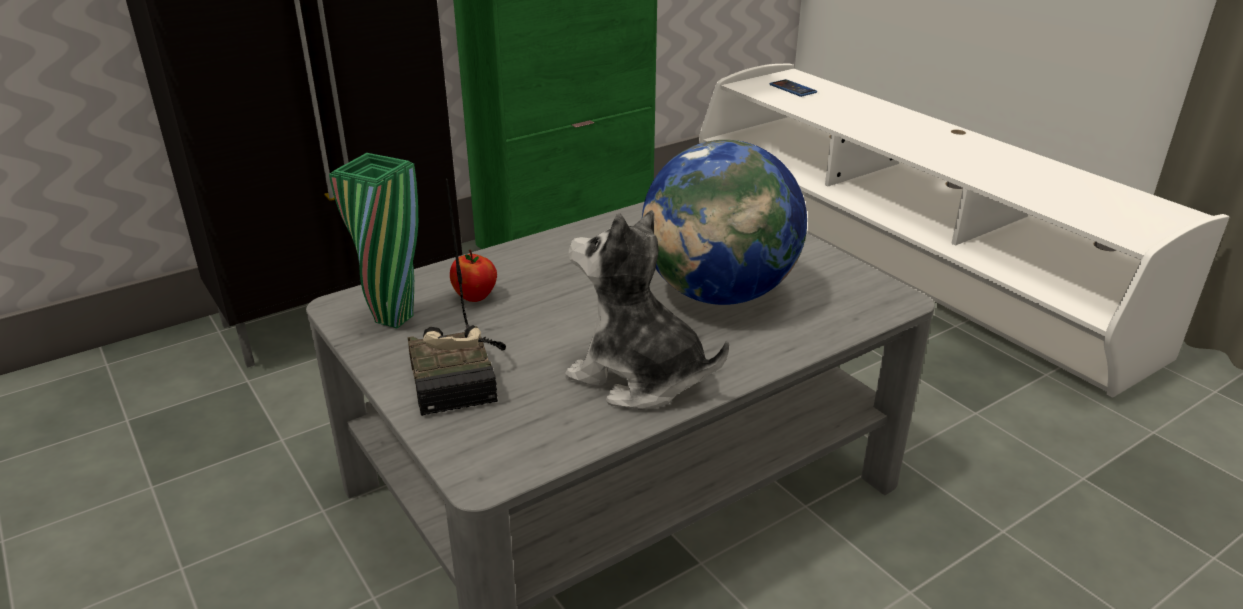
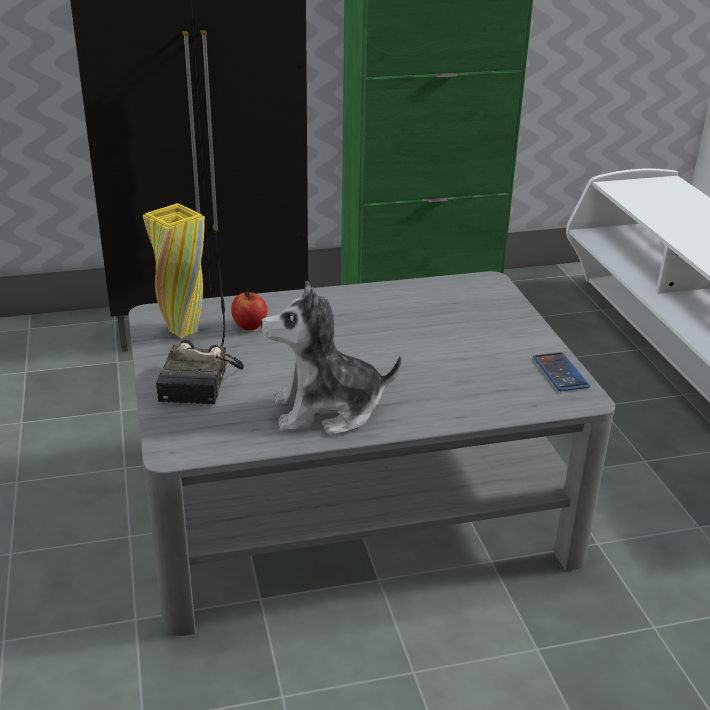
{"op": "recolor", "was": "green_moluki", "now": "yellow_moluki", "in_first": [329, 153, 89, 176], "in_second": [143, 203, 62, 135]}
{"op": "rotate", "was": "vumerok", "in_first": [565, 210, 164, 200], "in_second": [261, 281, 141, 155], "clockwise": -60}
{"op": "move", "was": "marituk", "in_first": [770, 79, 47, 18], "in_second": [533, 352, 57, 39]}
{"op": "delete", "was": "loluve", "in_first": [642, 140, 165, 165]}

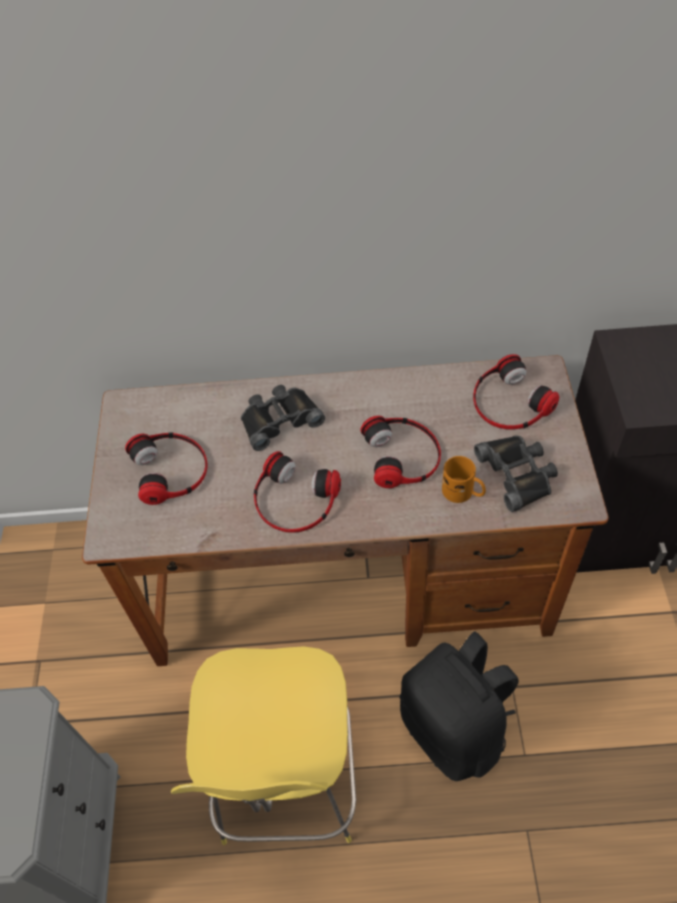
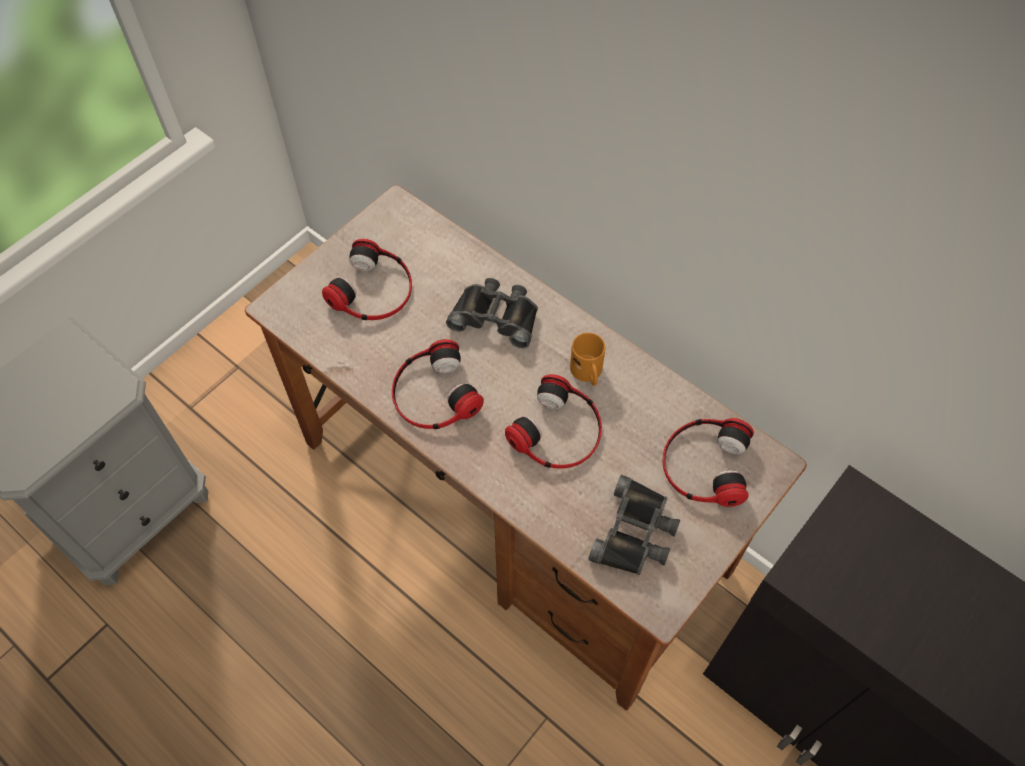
{"op": "move", "was": "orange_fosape", "in_first": [442, 456, 44, 47], "in_second": [570, 333, 36, 53]}
{"op": "delete", "was": "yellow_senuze", "in_first": [171, 646, 185, 199]}
{"op": "delete", "was": "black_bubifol", "in_first": [400, 632, 119, 149]}

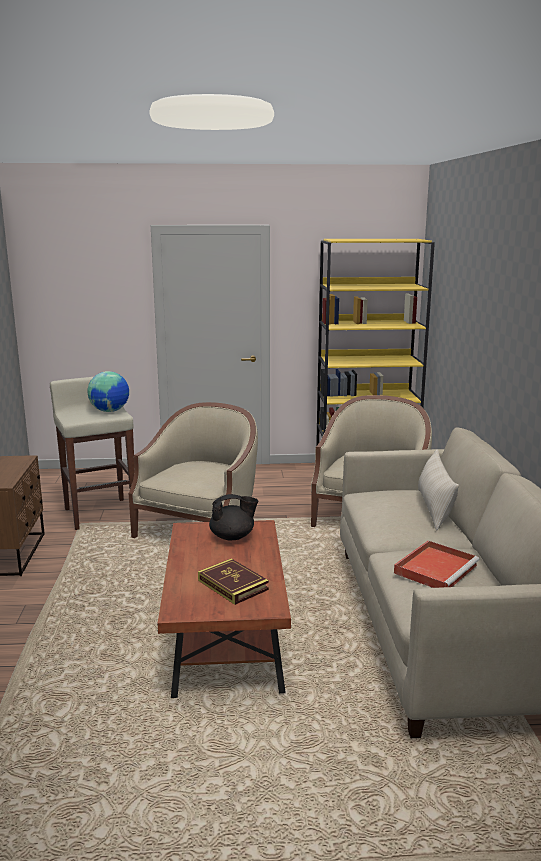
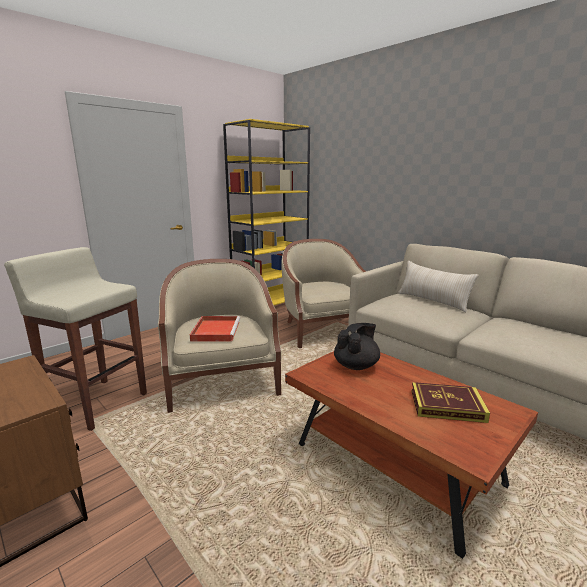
{"op": "move", "was": "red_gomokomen", "in_first": [394, 541, 85, 47], "in_second": [190, 316, 50, 26]}
{"op": "delete", "was": "loluve", "in_first": [88, 371, 41, 41]}

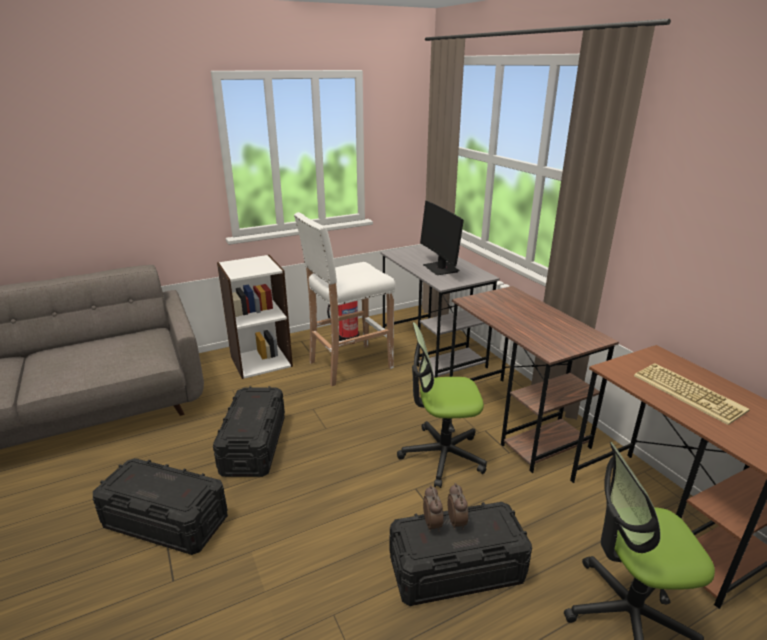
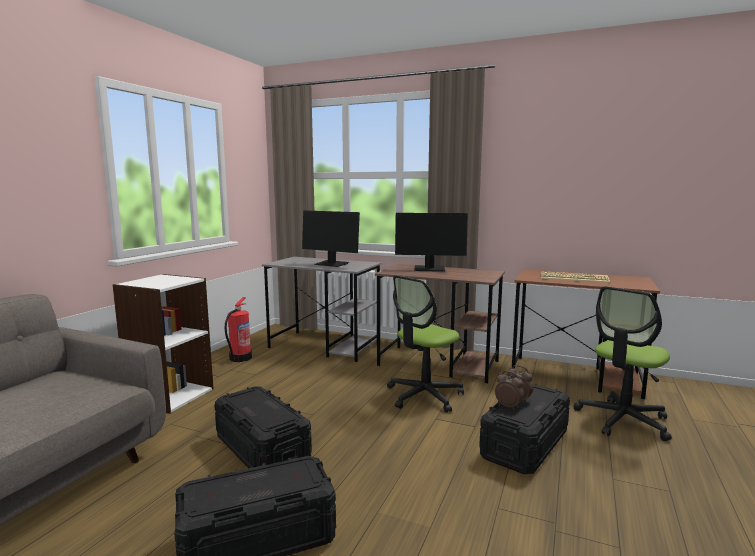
{"op": "insert", "now": "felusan", "in_second": [395, 213, 73, 59]}
{"op": "delete", "was": "white_senuze", "in_first": [294, 212, 102, 174]}

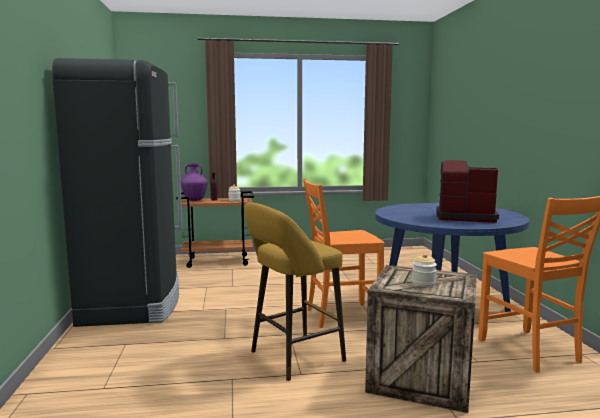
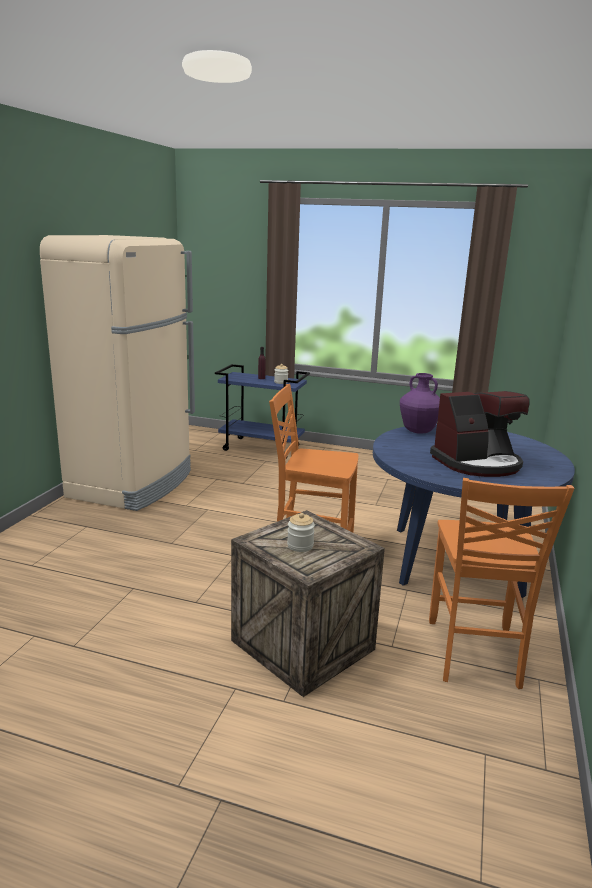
{"op": "recolor", "was": "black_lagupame", "now": "beige_lagupame", "in_first": [52, 58, 130, 269], "in_second": [40, 235, 155, 276]}
{"op": "recolor", "was": "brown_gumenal", "now": "blue_gumenal", "in_first": [176, 191, 78, 77], "in_second": [215, 364, 95, 94]}
{"op": "move", "was": "purple_moluki", "in_first": [181, 163, 27, 38], "in_second": [400, 373, 40, 61]}
{"op": "rotate", "was": "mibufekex", "in_first": [436, 160, 63, 63], "in_second": [430, 391, 100, 86], "clockwise": 120}
{"op": "delete", "was": "yellow_senuze", "in_first": [244, 202, 102, 179]}

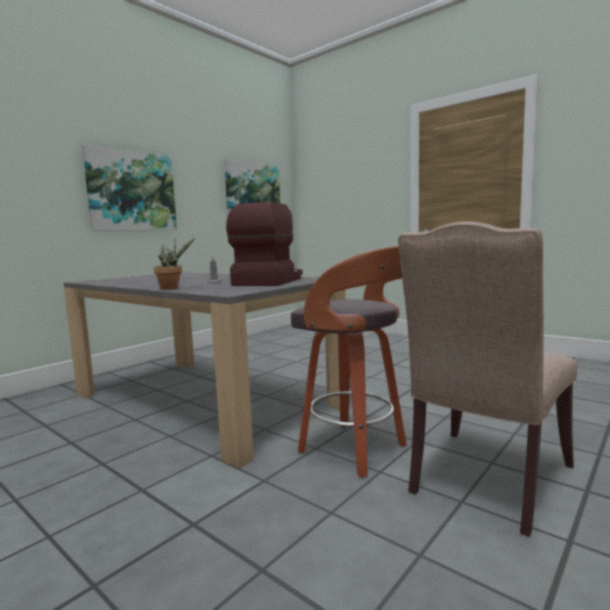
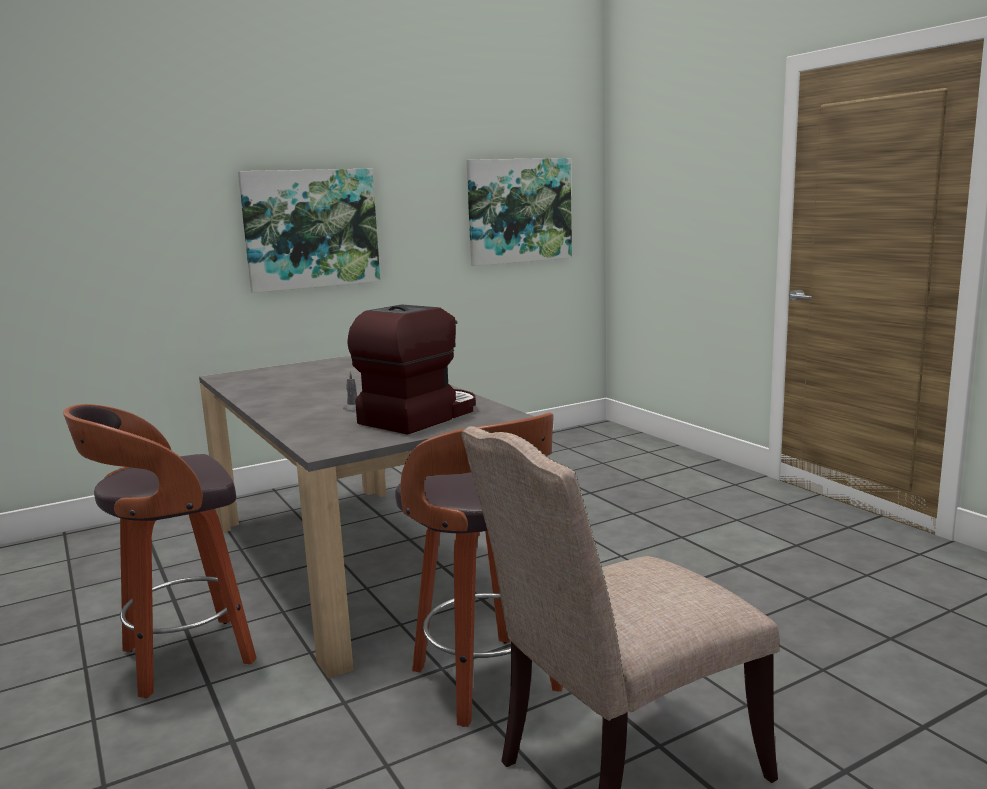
{"op": "insert", "now": "senuze", "in_second": [63, 404, 194, 294]}
{"op": "delete", "was": "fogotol", "in_first": [154, 238, 41, 52]}

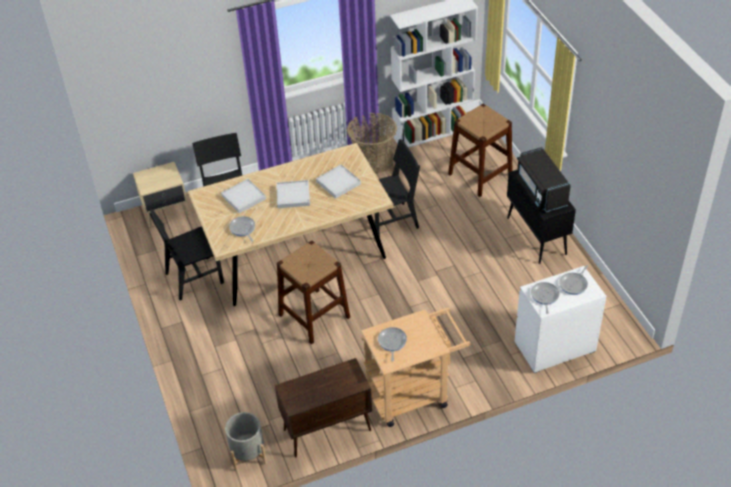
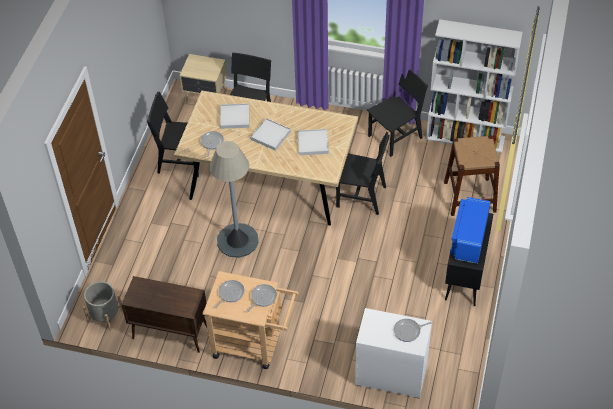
{"op": "replace", "was": "brown_senuze", "now": "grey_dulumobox", "in_first": [277, 240, 73, 105], "in_second": [209, 141, 50, 117]}
{"op": "move", "was": "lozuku", "in_first": [531, 282, 28, 32], "in_second": [247, 284, 30, 28]}
{"op": "replace", "was": "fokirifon", "now": "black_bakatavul", "in_first": [347, 113, 50, 61], "in_second": [367, 70, 61, 87]}
{"op": "recolor", "was": "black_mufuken", "now": "blue_mufuken", "in_first": [515, 147, 56, 65], "in_second": [450, 197, 41, 67]}

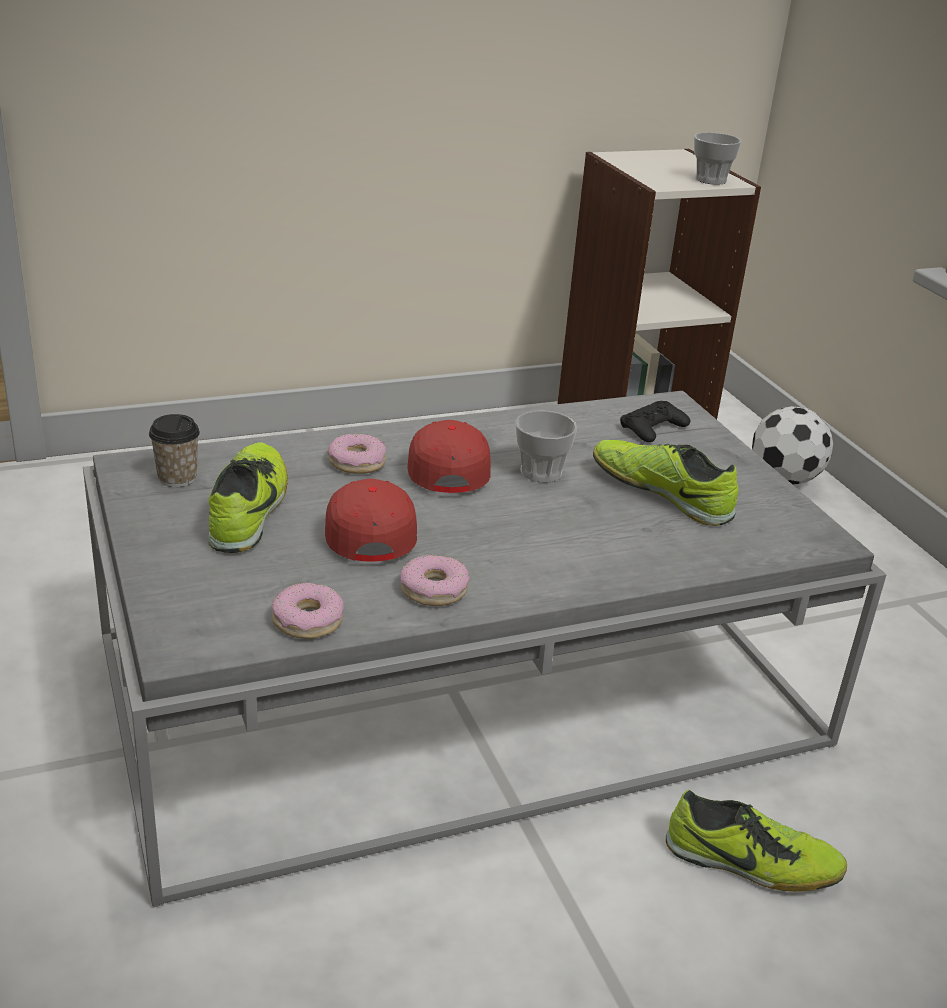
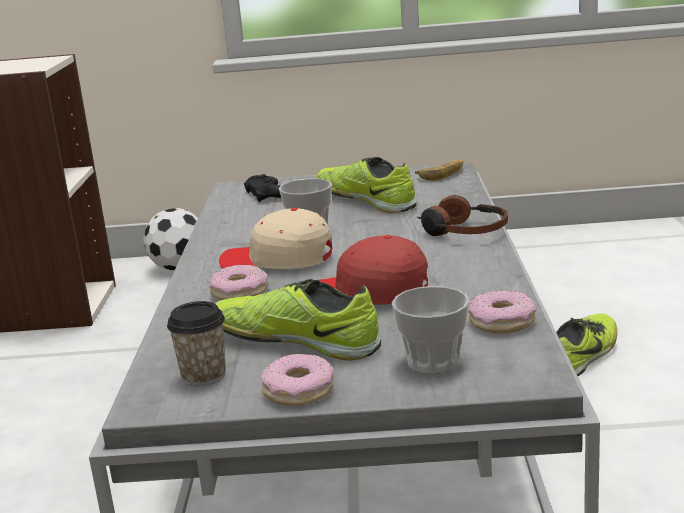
{"op": "recolor", "was": "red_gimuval", "now": "beige_gimuval", "in_first": [408, 420, 83, 73], "in_second": [219, 208, 114, 61]}
{"op": "move", "was": "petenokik", "in_first": [400, 555, 70, 51], "in_second": [261, 354, 73, 52]}
{"op": "rotate", "was": "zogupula", "in_first": [593, 440, 145, 86], "in_second": [316, 157, 101, 56], "clockwise": 75}
{"op": "move", "was": "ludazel", "in_first": [694, 132, 48, 53], "in_second": [392, 286, 77, 88]}
{"op": "insert", "now": "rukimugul", "in_second": [415, 159, 48, 21]}
{"op": "insert", "now": "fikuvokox", "in_second": [417, 195, 91, 41]}

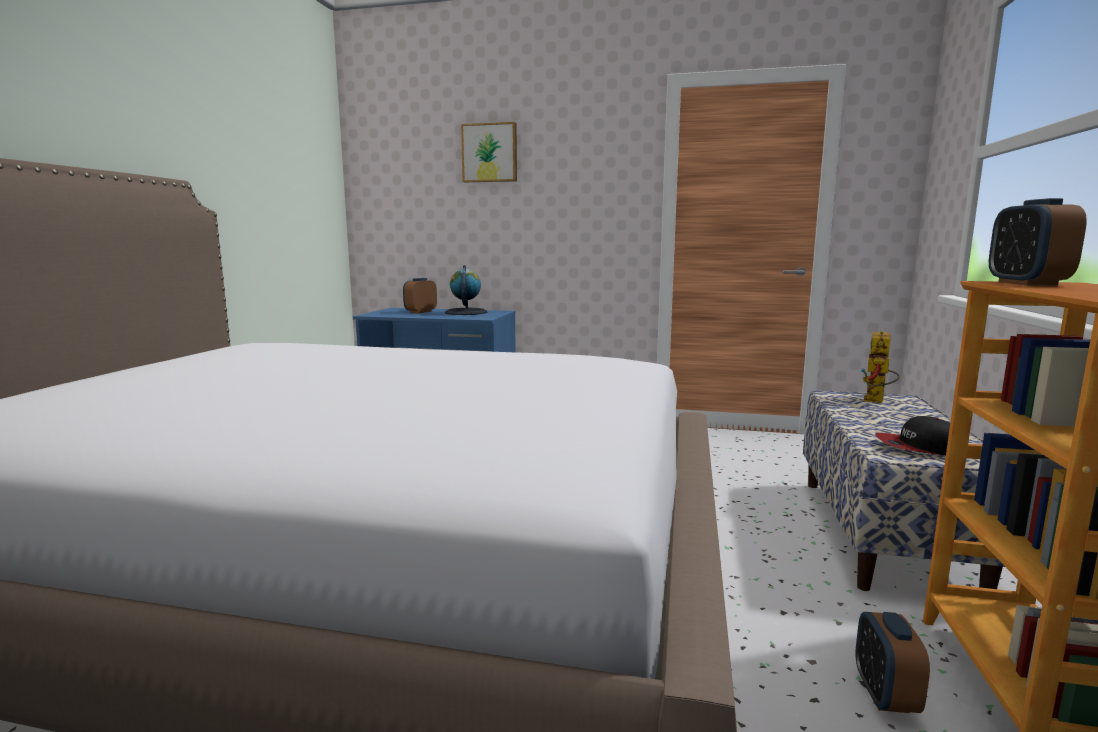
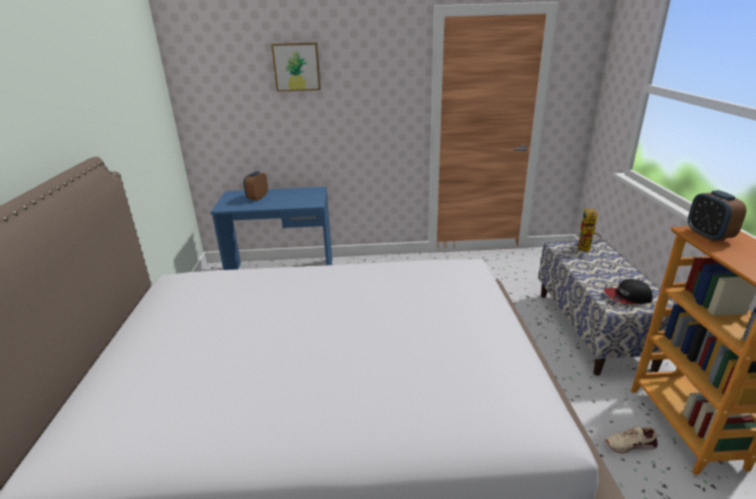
{"op": "replace", "was": "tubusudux", "now": "beige_zogupula", "in_first": [856, 612, 74, 101], "in_second": [605, 426, 53, 28]}
{"op": "delete", "was": "loluve", "in_first": [445, 265, 43, 50]}

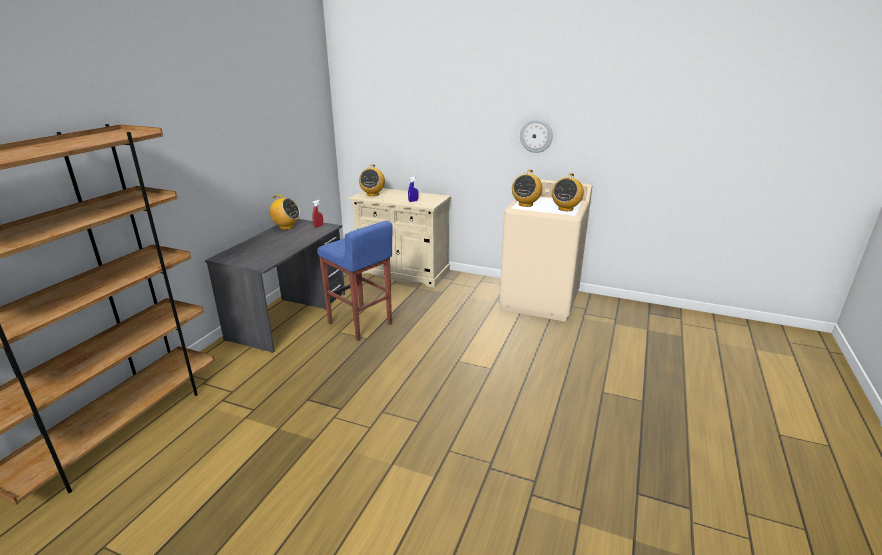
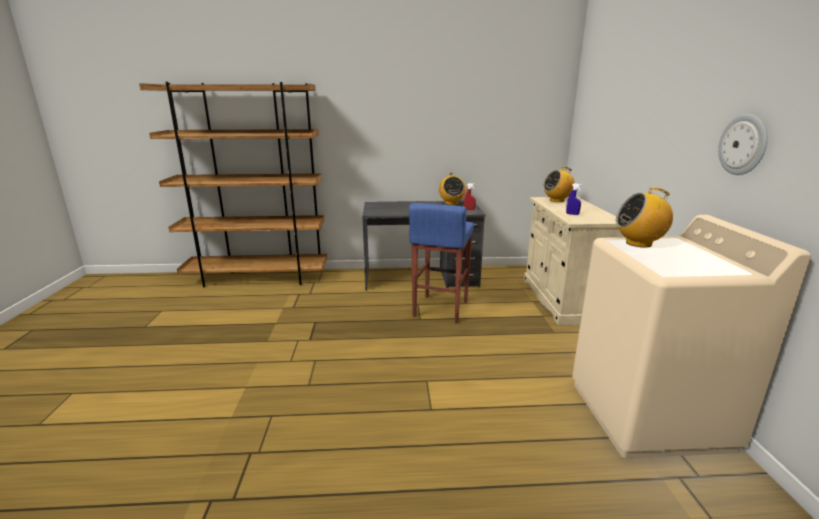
{"op": "delete", "was": "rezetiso", "in_first": [552, 173, 32, 38]}

